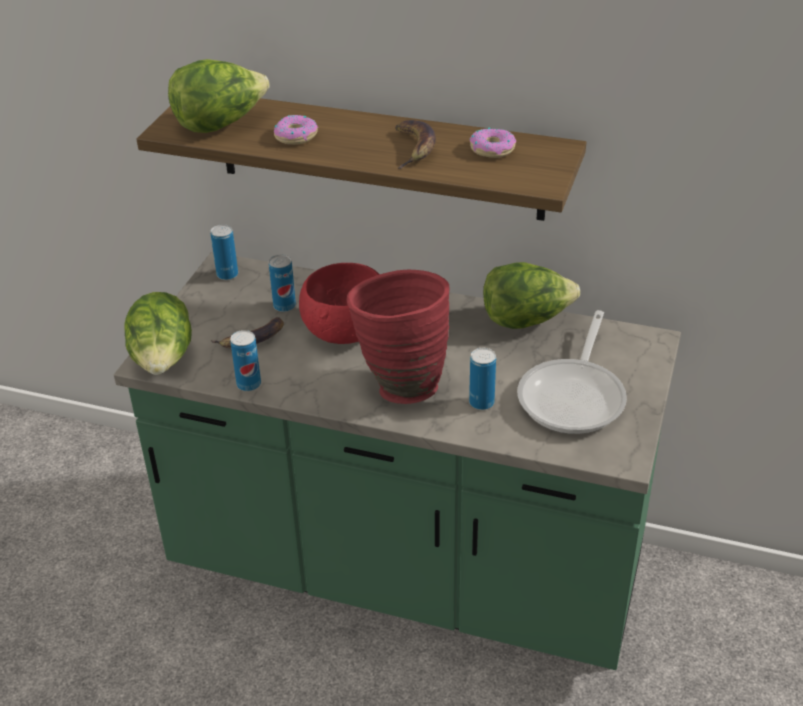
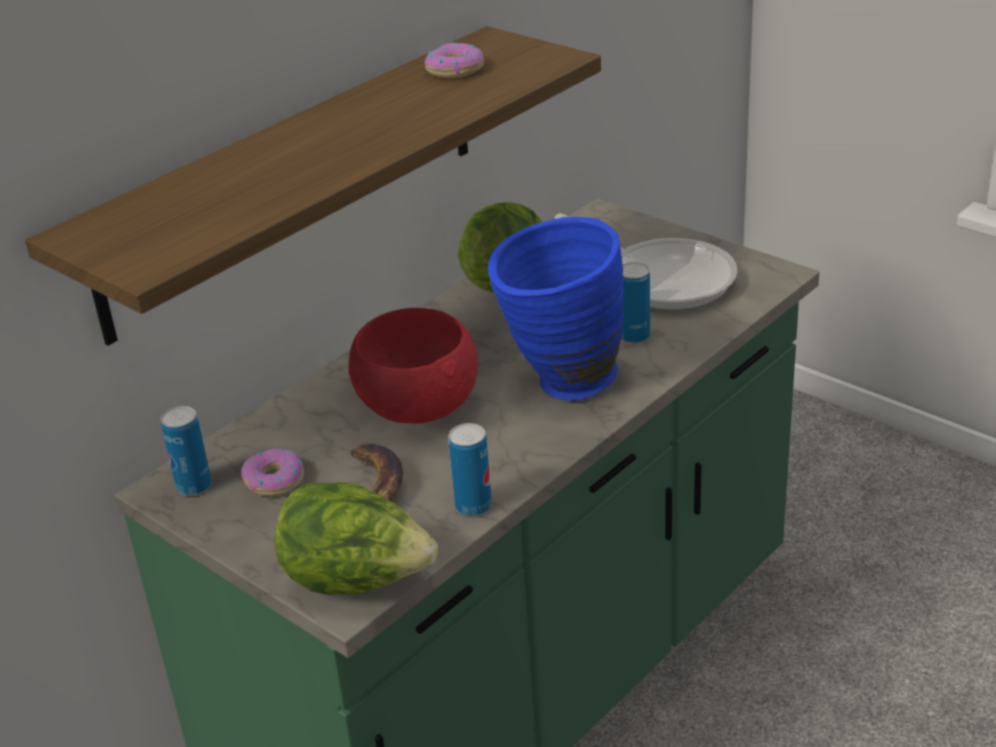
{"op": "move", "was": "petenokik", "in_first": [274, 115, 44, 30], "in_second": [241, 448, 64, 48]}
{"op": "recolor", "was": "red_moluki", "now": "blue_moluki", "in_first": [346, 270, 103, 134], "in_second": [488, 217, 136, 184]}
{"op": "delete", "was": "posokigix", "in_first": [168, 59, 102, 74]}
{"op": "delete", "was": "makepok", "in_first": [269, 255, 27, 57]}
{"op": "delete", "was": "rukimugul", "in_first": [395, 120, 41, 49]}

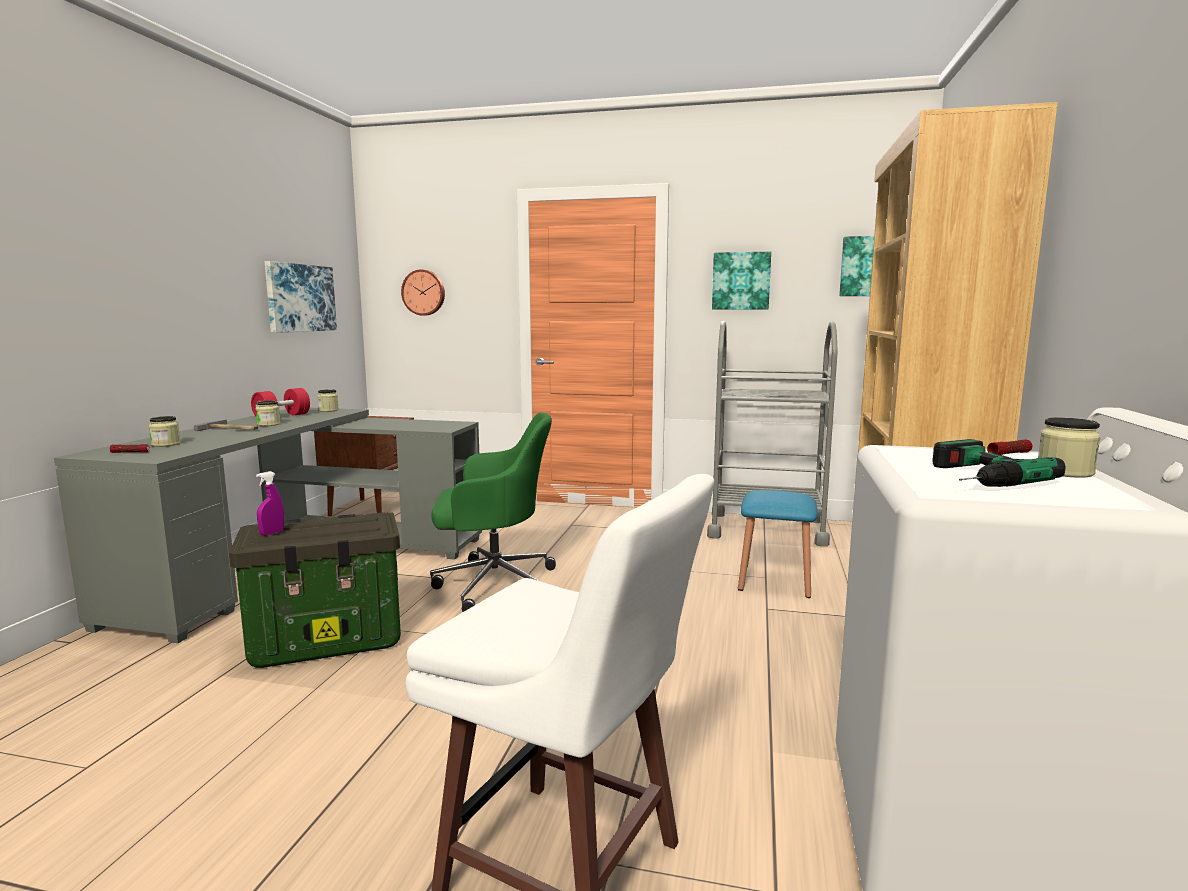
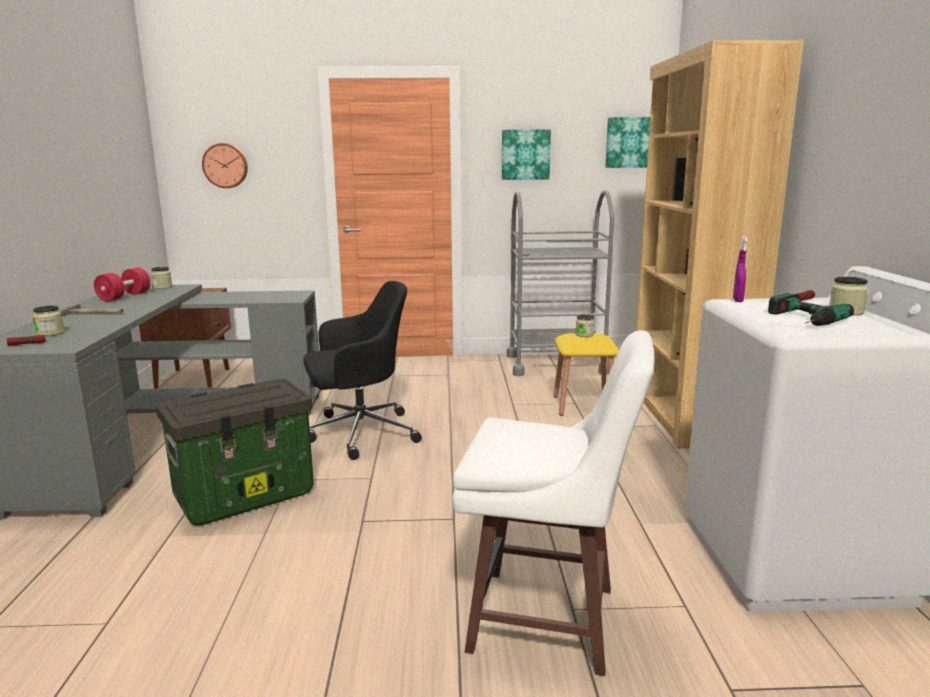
{"op": "recolor", "was": "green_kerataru", "now": "black_kerataru", "in_first": [430, 413, 126, 199], "in_second": [304, 281, 118, 179]}
{"op": "recolor", "was": "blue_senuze", "now": "yellow_senuze", "in_first": [738, 490, 79, 108], "in_second": [554, 333, 65, 83]}
{"op": "move", "was": "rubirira", "in_first": [255, 401, 26, 25], "in_second": [576, 314, 18, 23]}
{"op": "move", "was": "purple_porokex", "in_first": [256, 471, 28, 65], "in_second": [733, 236, 14, 66]}
{"op": "delete", "was": "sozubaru", "in_first": [264, 261, 73, 72]}

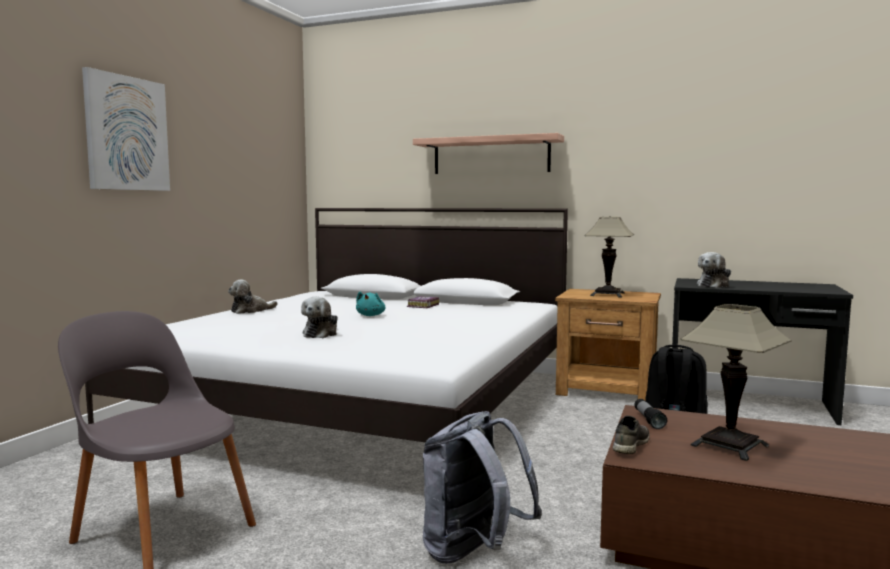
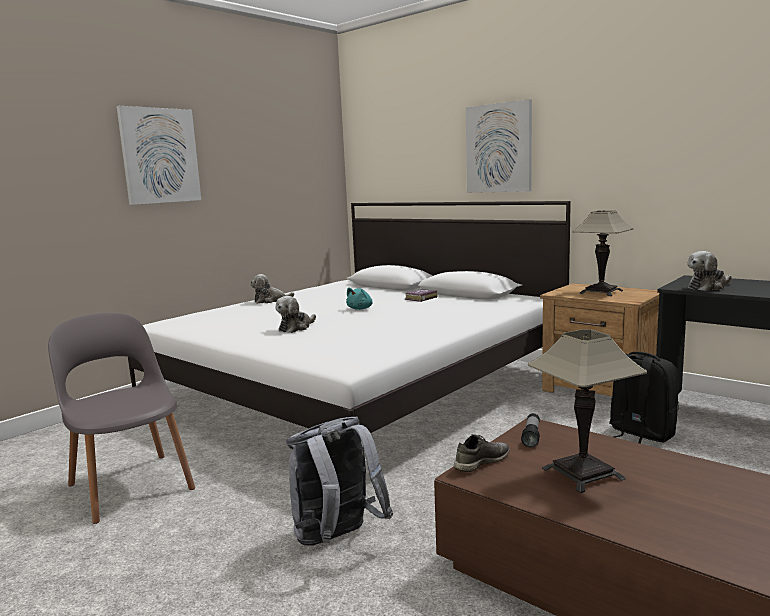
{"op": "replace", "was": "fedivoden", "now": "sozubaru", "in_first": [413, 133, 151, 41], "in_second": [466, 99, 66, 94]}

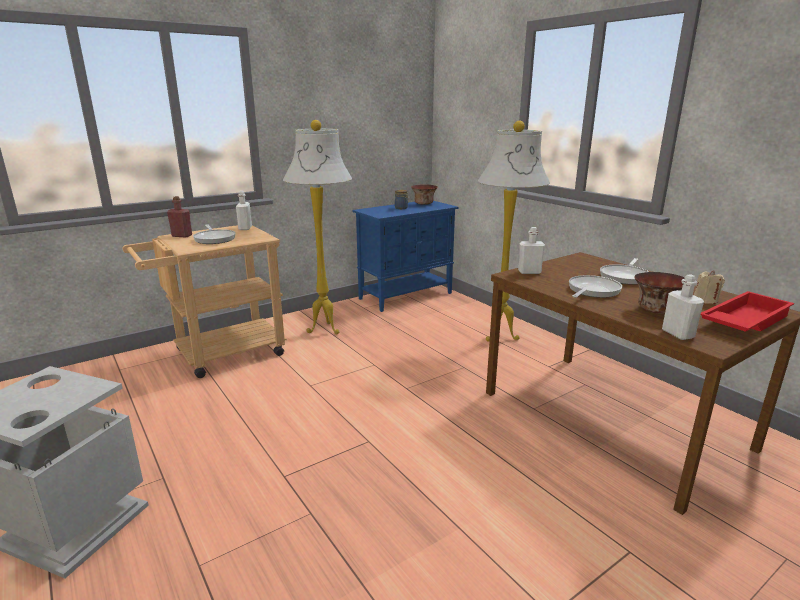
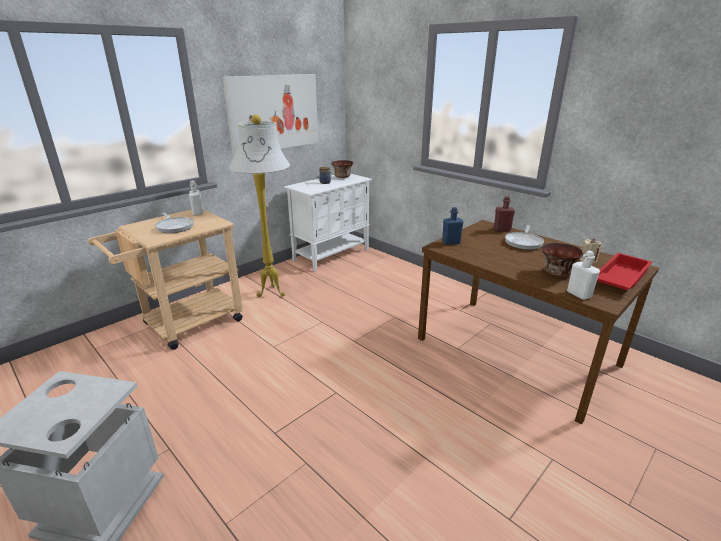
{"op": "insert", "now": "sozubaru", "in_second": [222, 74, 96, 82]}
{"op": "recolor", "was": "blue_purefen", "now": "white_purefen", "in_first": [352, 201, 107, 111], "in_second": [284, 174, 88, 98]}
{"op": "recolor", "was": "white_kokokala", "now": "blue_kokokala", "in_first": [518, 227, 27, 47], "in_second": [442, 207, 22, 38]}
{"op": "move", "was": "red_kokokala", "in_first": [167, 196, 25, 42], "in_second": [494, 196, 21, 36]}
{"op": "delete", "was": "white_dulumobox", "in_first": [478, 121, 72, 221]}
{"op": "delete", "was": "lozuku", "in_first": [569, 275, 53, 23]}

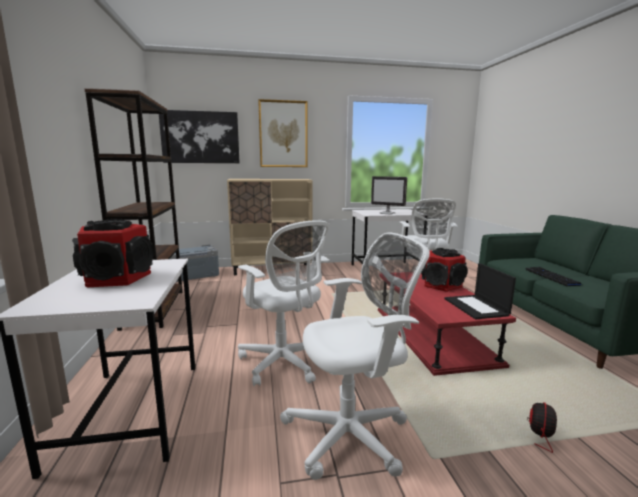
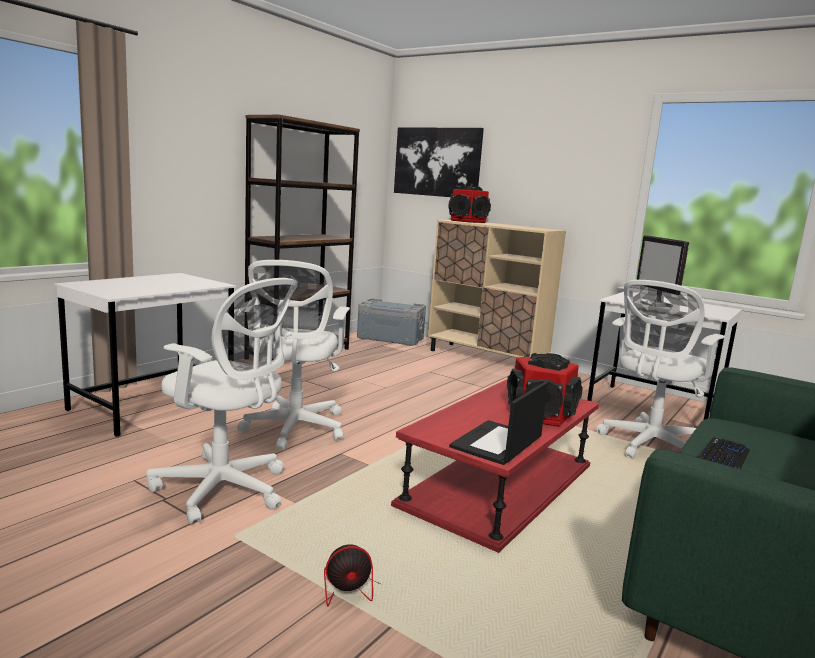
{"op": "move", "was": "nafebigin", "in_first": [72, 218, 83, 69], "in_second": [448, 186, 43, 37]}
{"op": "delete", "was": "sozubaru", "in_first": [258, 99, 50, 68]}

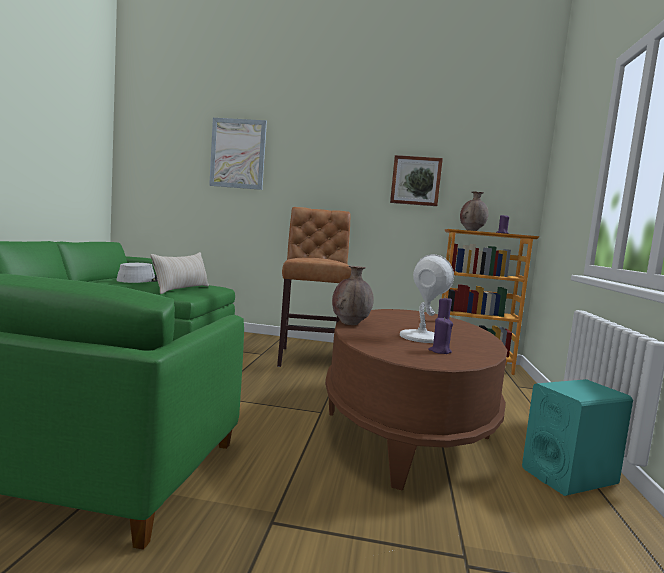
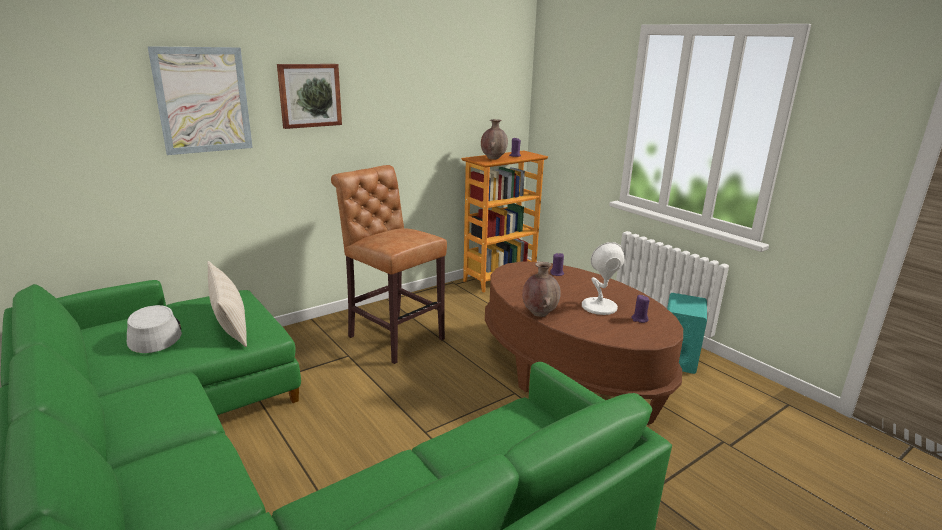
{"op": "move", "was": "sozubaru", "in_first": [390, 155, 53, 51], "in_second": [277, 64, 65, 65]}

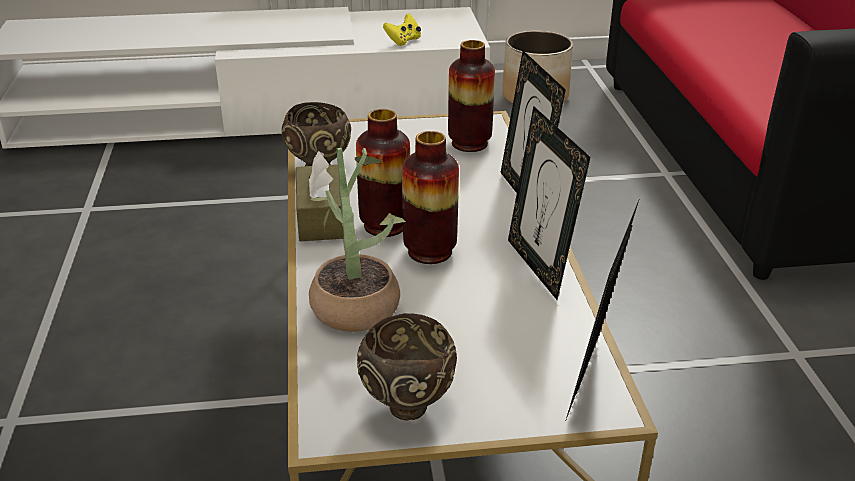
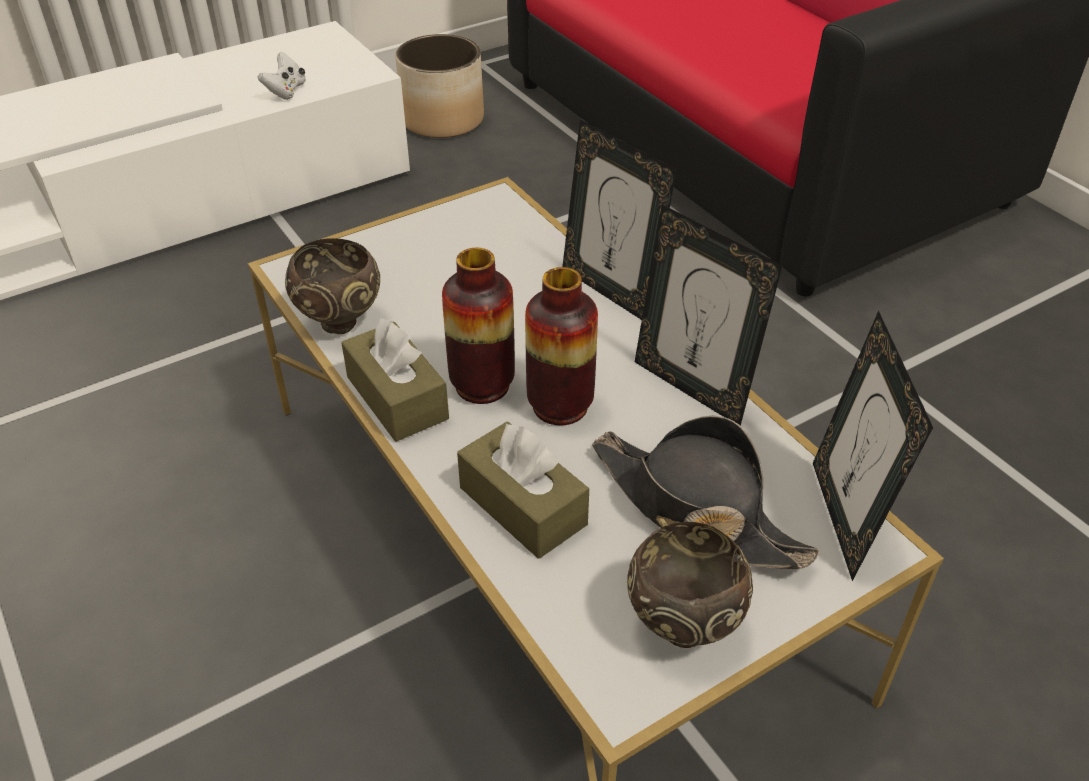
{"op": "recolor", "was": "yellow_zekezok", "now": "white_zekezok", "in_first": [383, 13, 38, 33], "in_second": [258, 52, 48, 48]}
{"op": "replace", "was": "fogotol", "now": "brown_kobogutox", "in_first": [309, 148, 97, 184], "in_second": [457, 422, 132, 137]}
{"op": "insert", "now": "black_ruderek", "in_second": [592, 416, 227, 153]}
{"op": "delete", "was": "moluki", "in_first": [448, 40, 47, 112]}

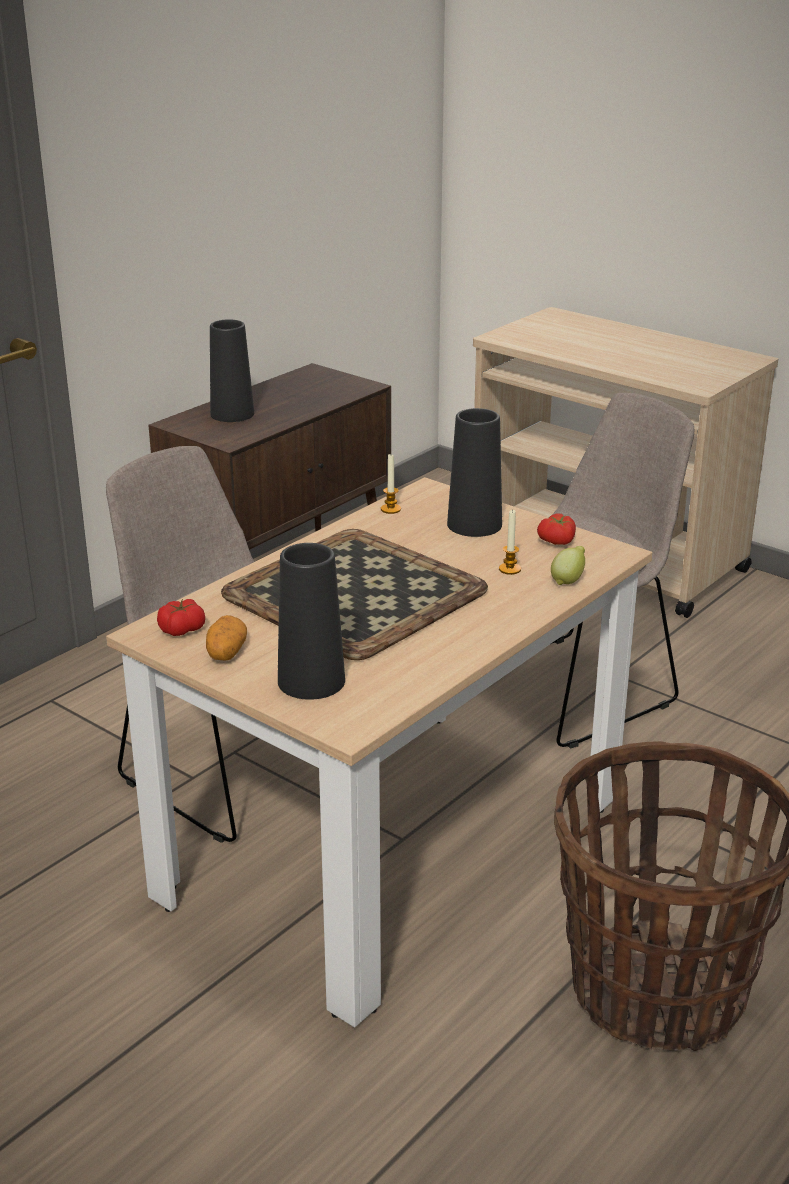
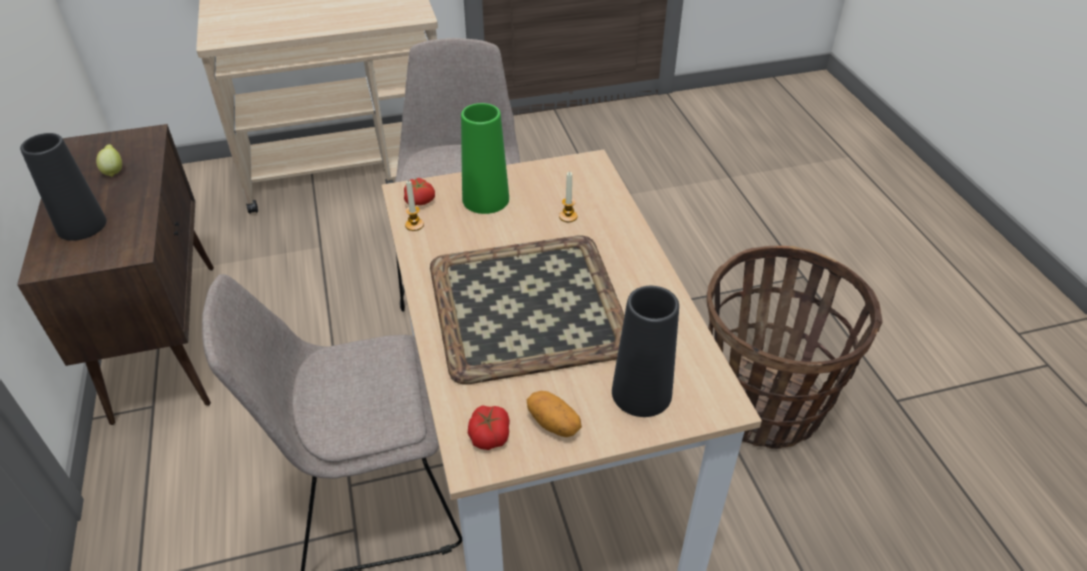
{"op": "move", "was": "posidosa", "in_first": [551, 546, 34, 39], "in_second": [96, 144, 26, 33]}
{"op": "move", "was": "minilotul", "in_first": [537, 513, 39, 32], "in_second": [404, 178, 31, 28]}
{"op": "recolor", "was": "black_moluki", "now": "green_moluki", "in_first": [447, 408, 55, 129], "in_second": [461, 103, 48, 111]}

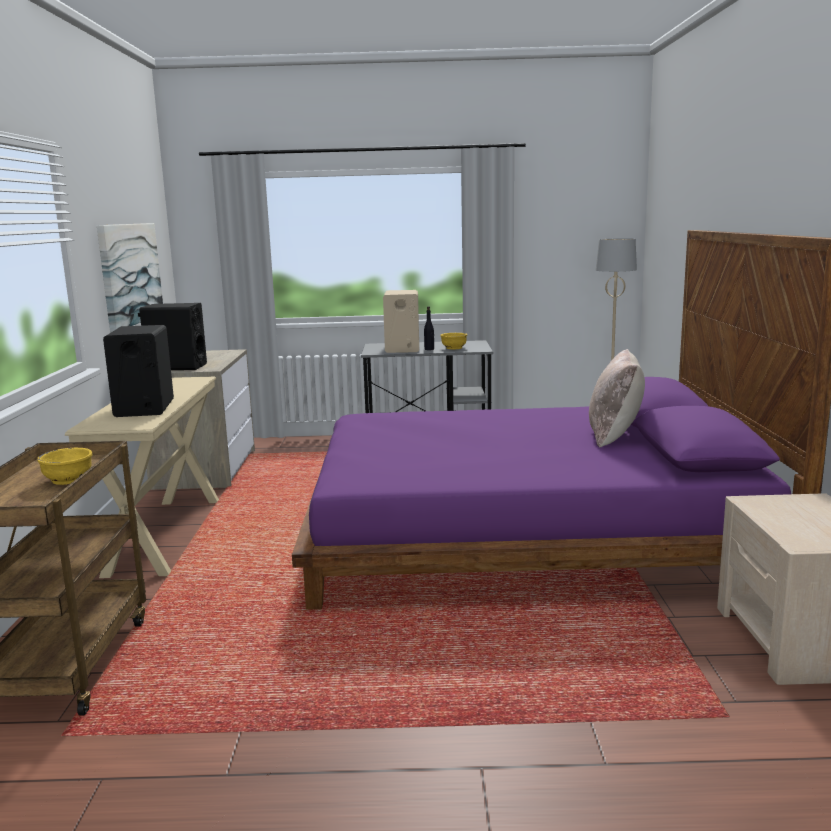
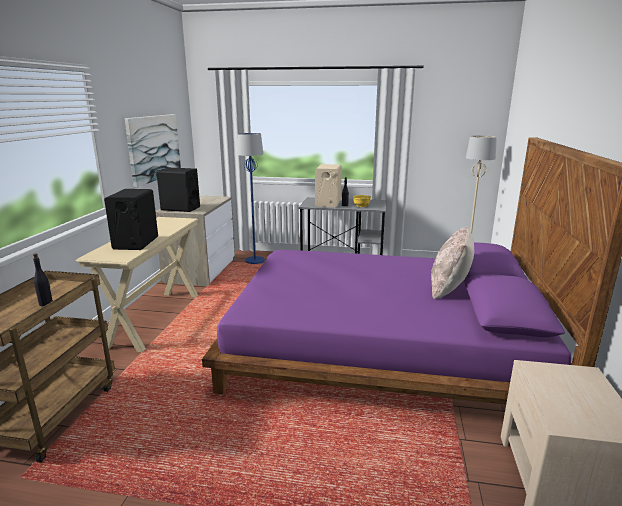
{"op": "replace", "was": "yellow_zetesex", "now": "black_kokokala", "in_first": [37, 448, 55, 37], "in_second": [33, 253, 20, 53]}
{"op": "insert", "now": "blue_dulumobox", "in_second": [237, 133, 27, 131]}

